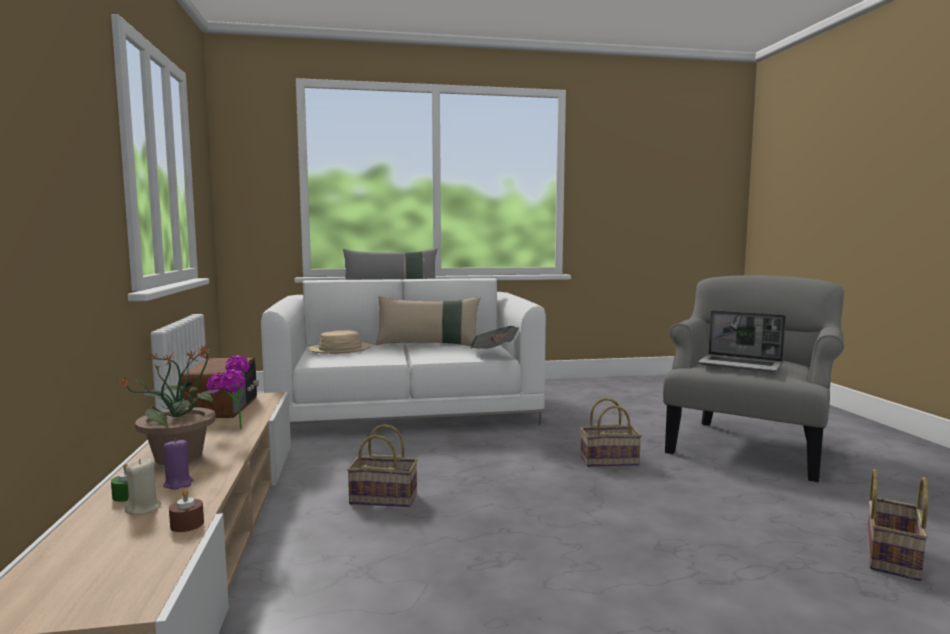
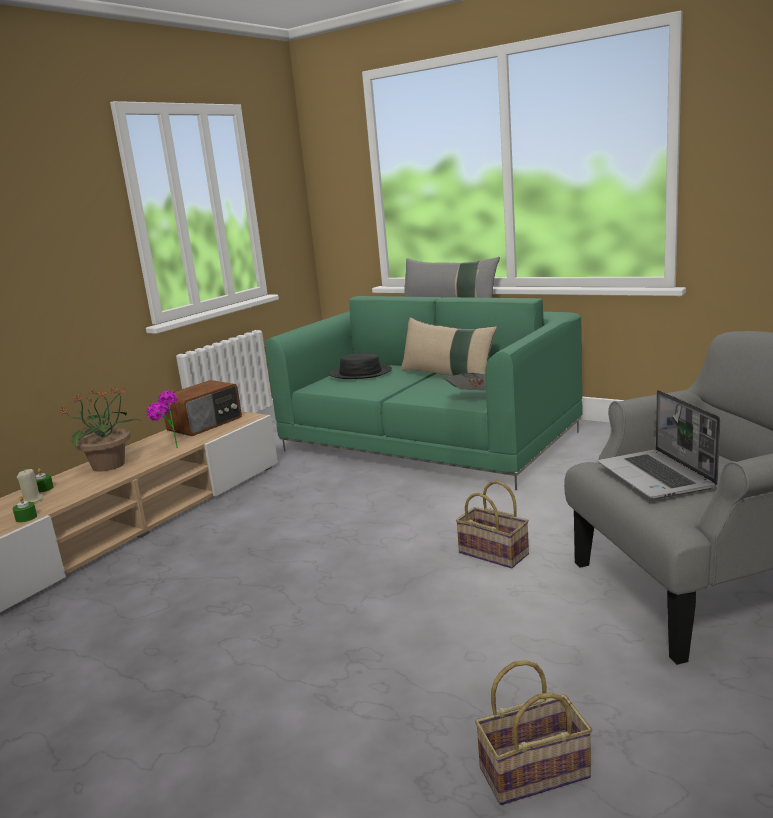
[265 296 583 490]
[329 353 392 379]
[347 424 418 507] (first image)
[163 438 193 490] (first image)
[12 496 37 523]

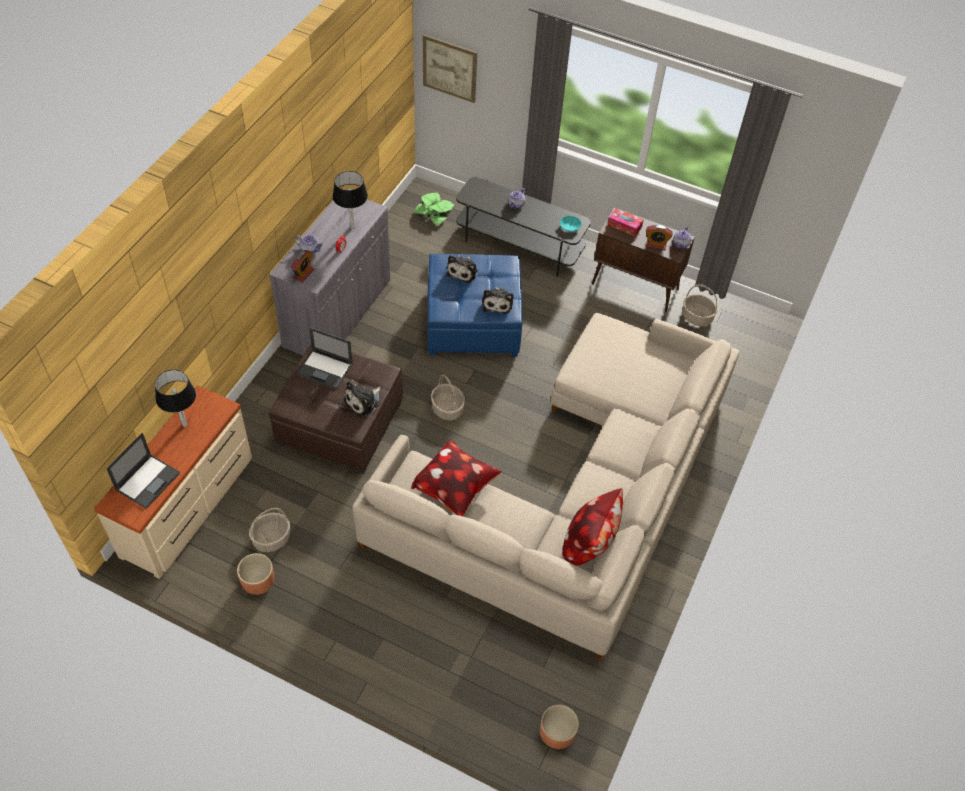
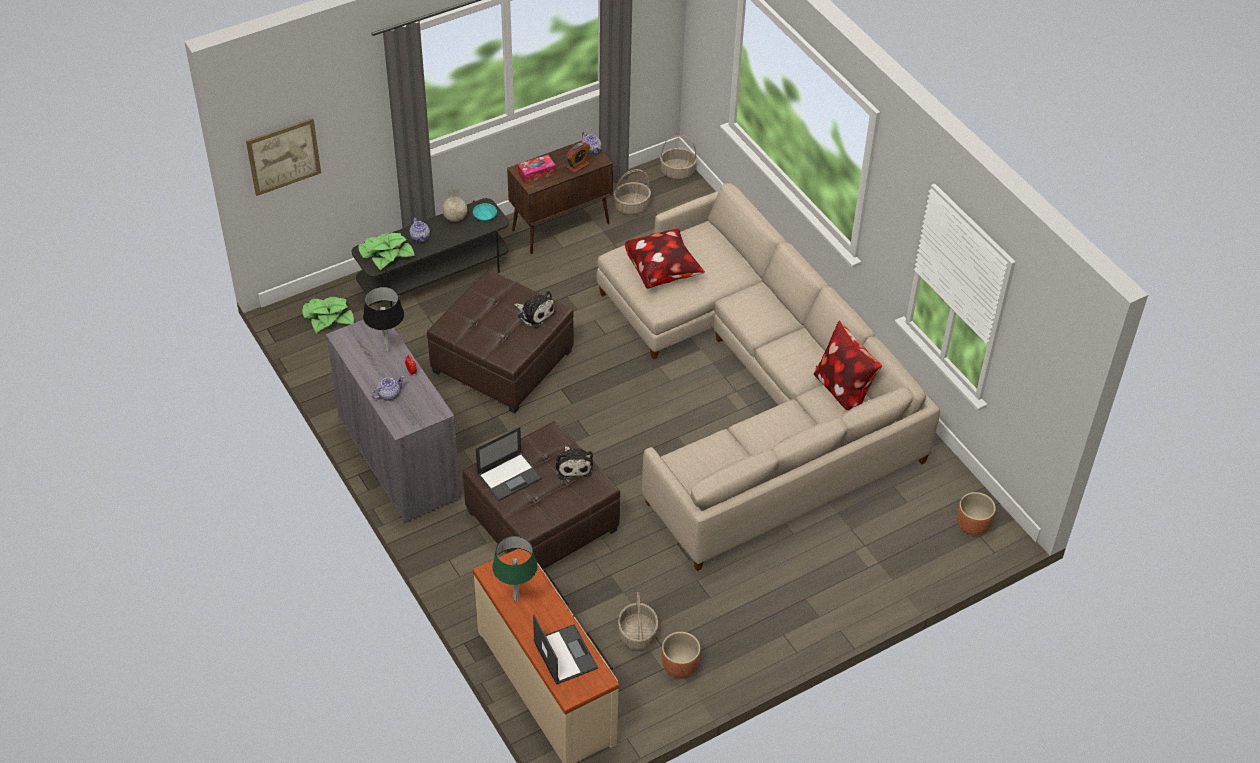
[291 250 314 283] (first image)
[427 270 574 414]
[446 255 478 283] (first image)
[492 536 538 601]
[660 135 697 180]
[625 228 705 289]
[442 189 467 222]
[359 233 415 270]

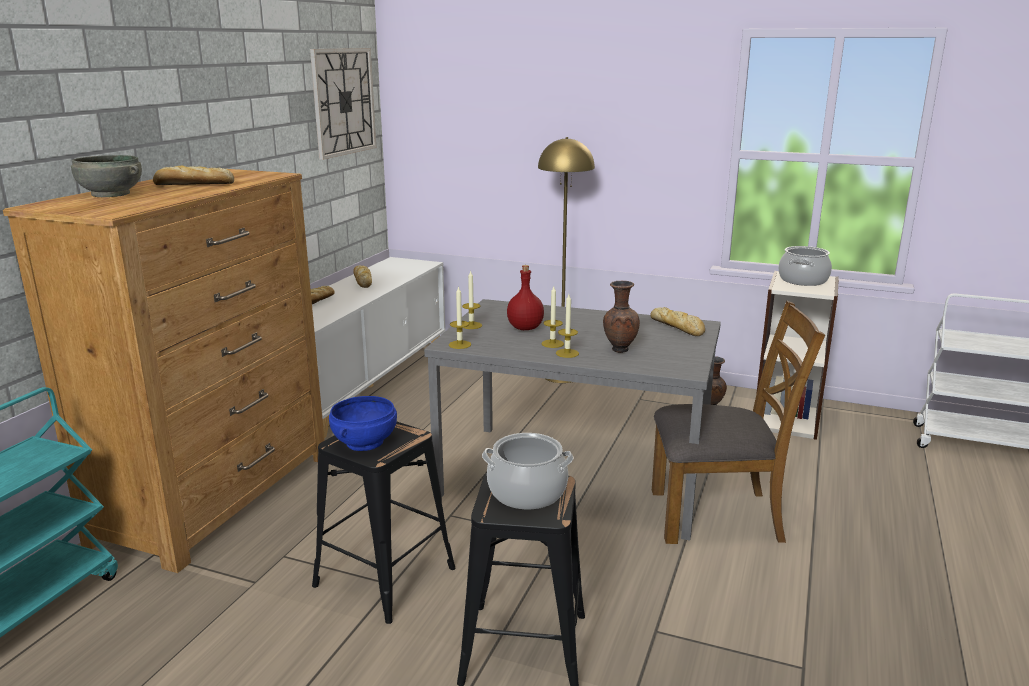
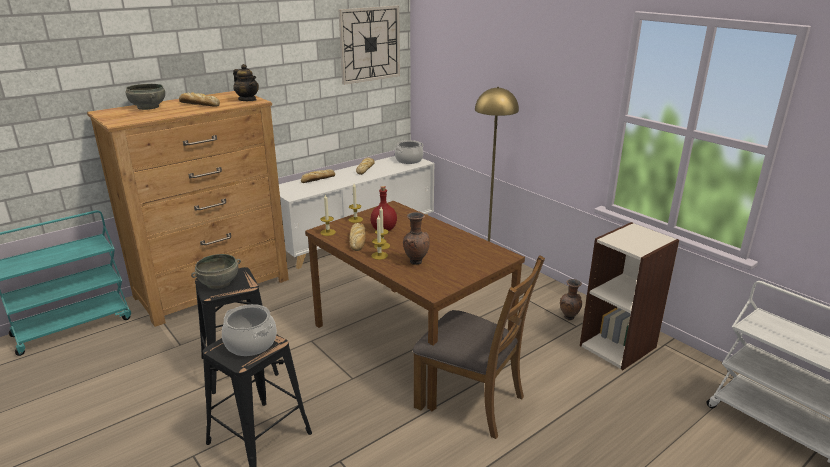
[394 140 424 164]
[305 201 525 411]
[349 223 366 251]
[191 254 241 289]
[233 64 259 101]

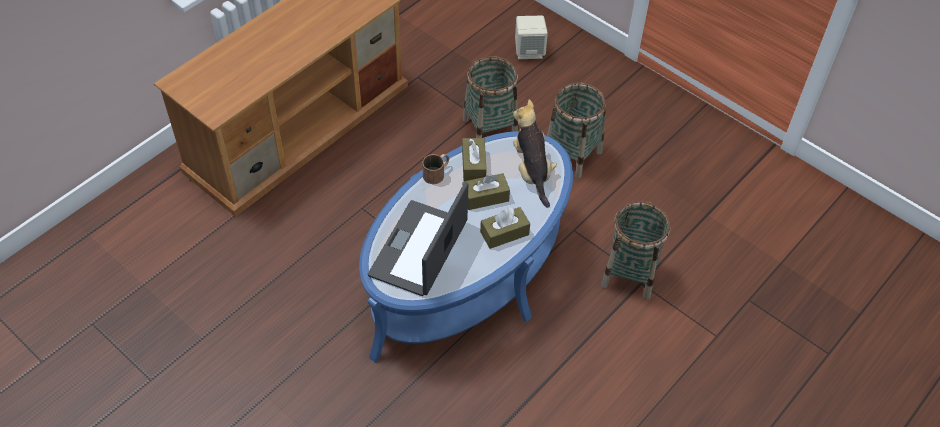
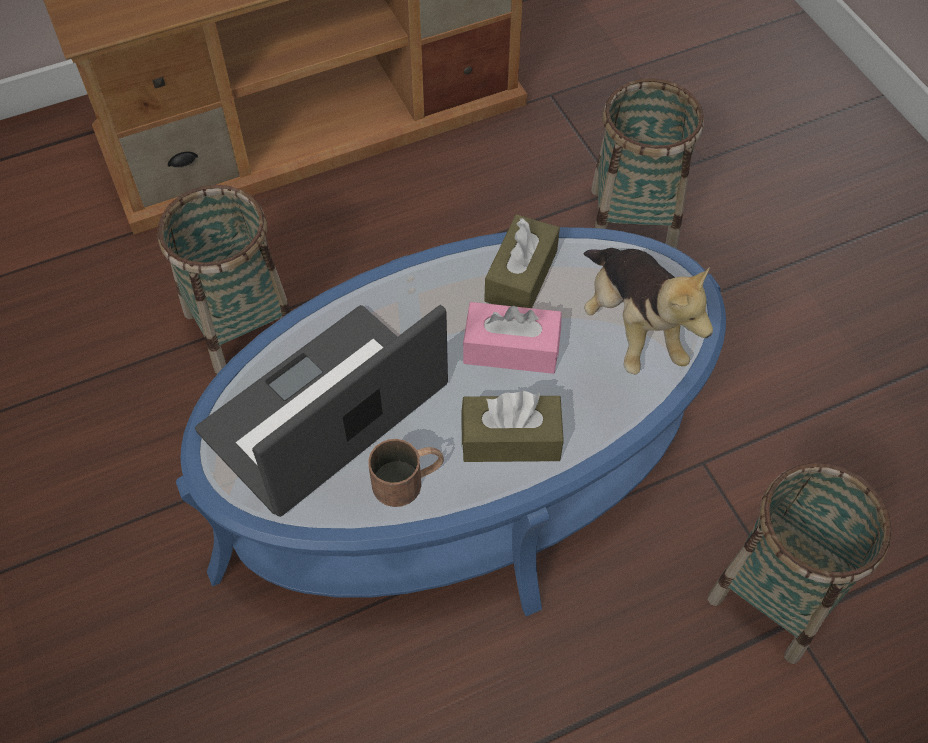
[515 16 548 59] (first image)
[158 185 291 374]
[584 248 713 374]
[368 439 444 507]
[463 302 562 374]

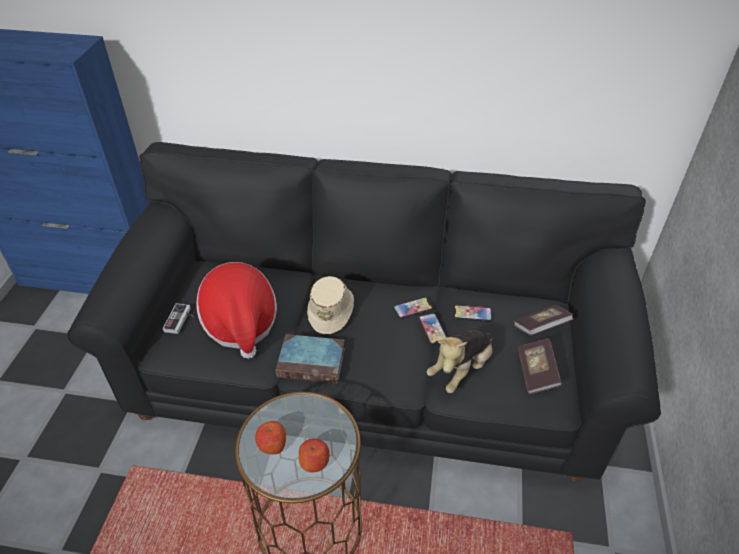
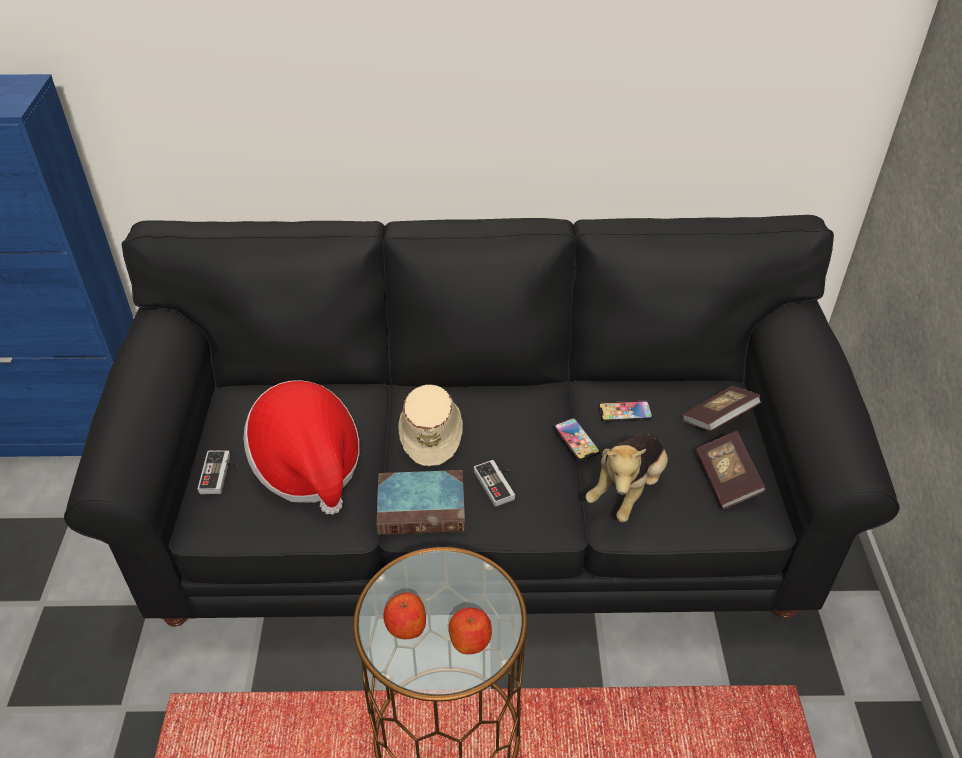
[393 297 432 319] (first image)
[474 460 515 507]

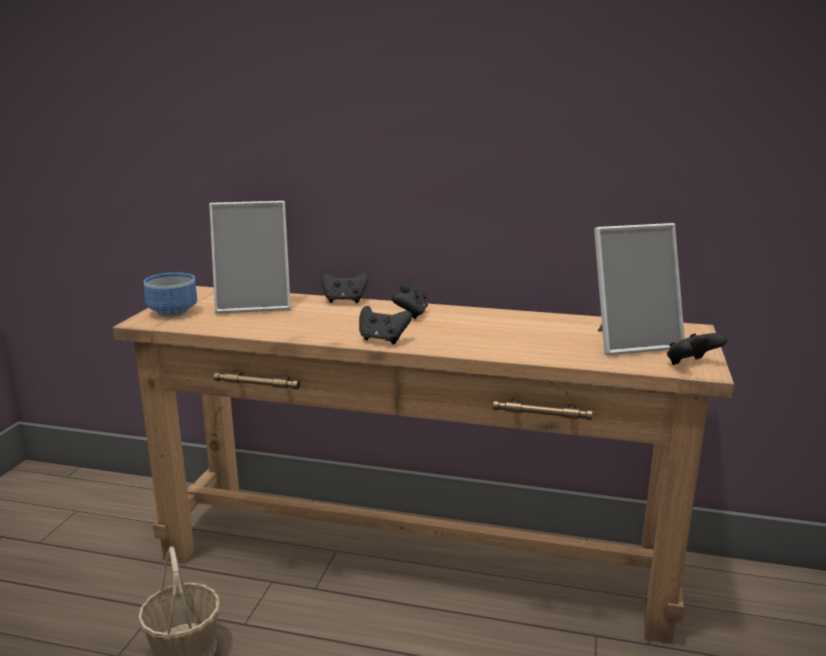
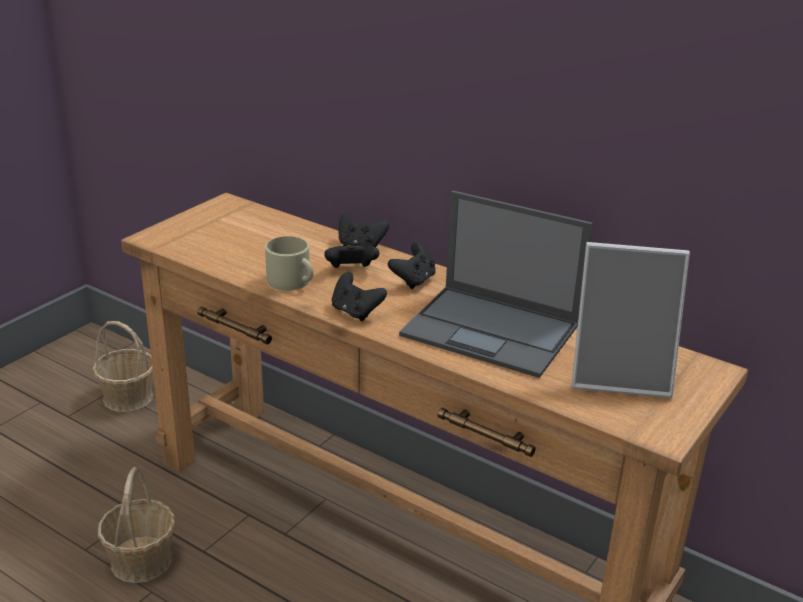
[209 201 291 314] (first image)
[144 273 197 317] (first image)
[324 243 379 268]
[399 191 592 378]
[265 236 314 291]
[92 321 153 412]

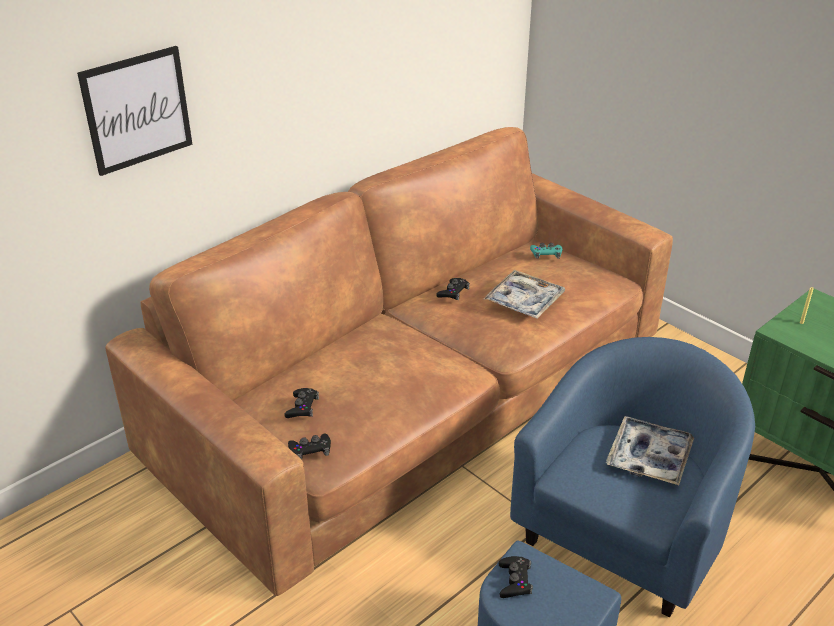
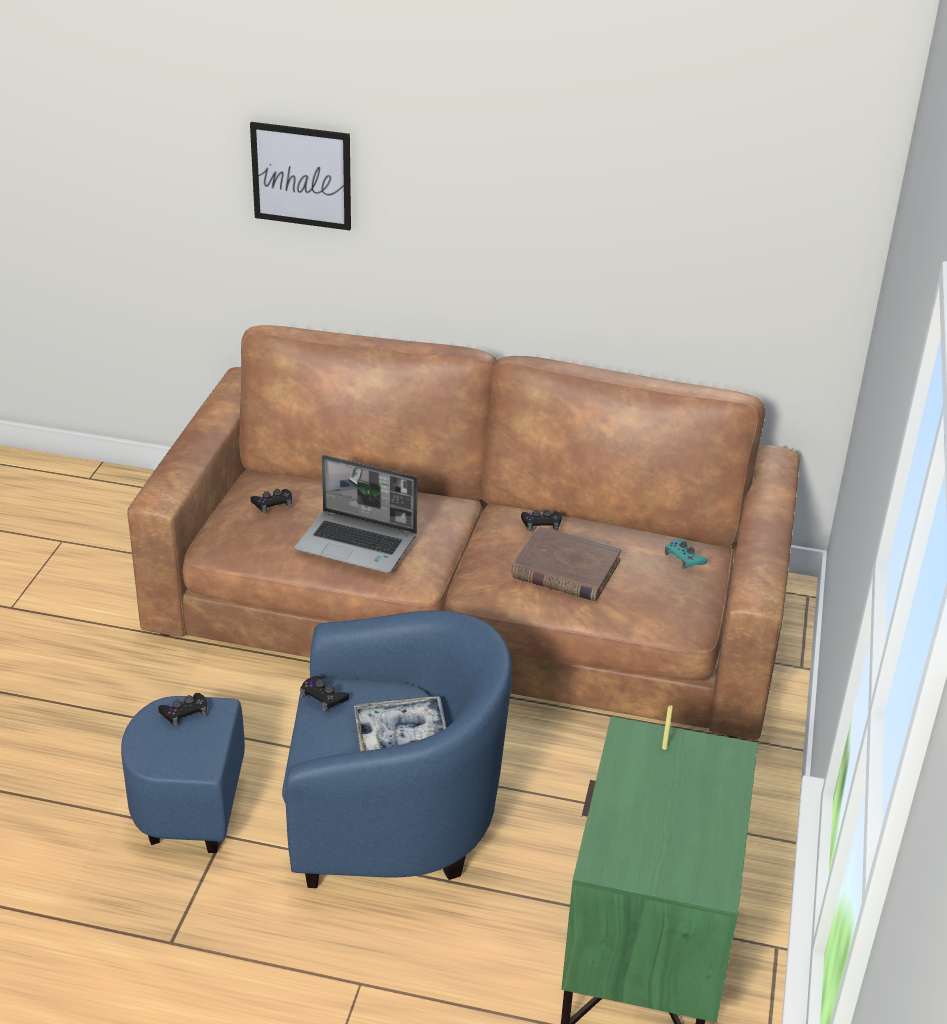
[511 526 621 601]
[300 676 349 711]
[295 455 418 573]

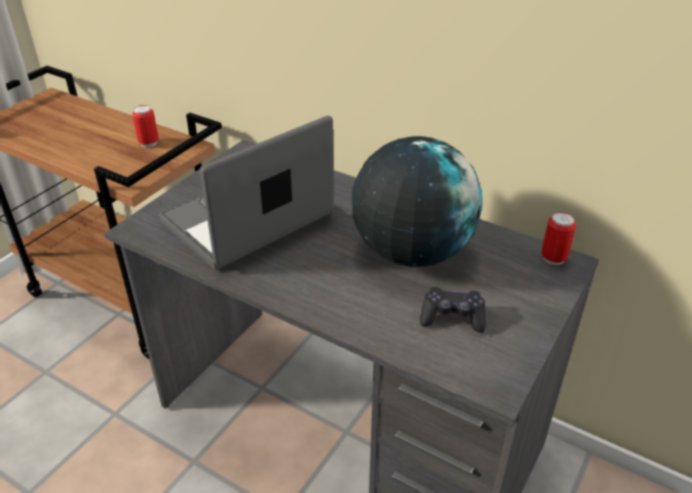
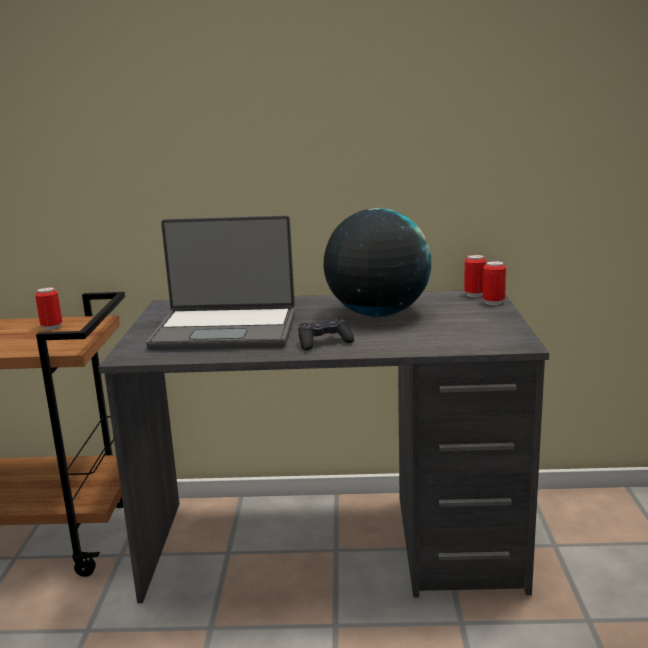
[146 215 295 350]
[298 318 354 351]
[483 261 506 305]

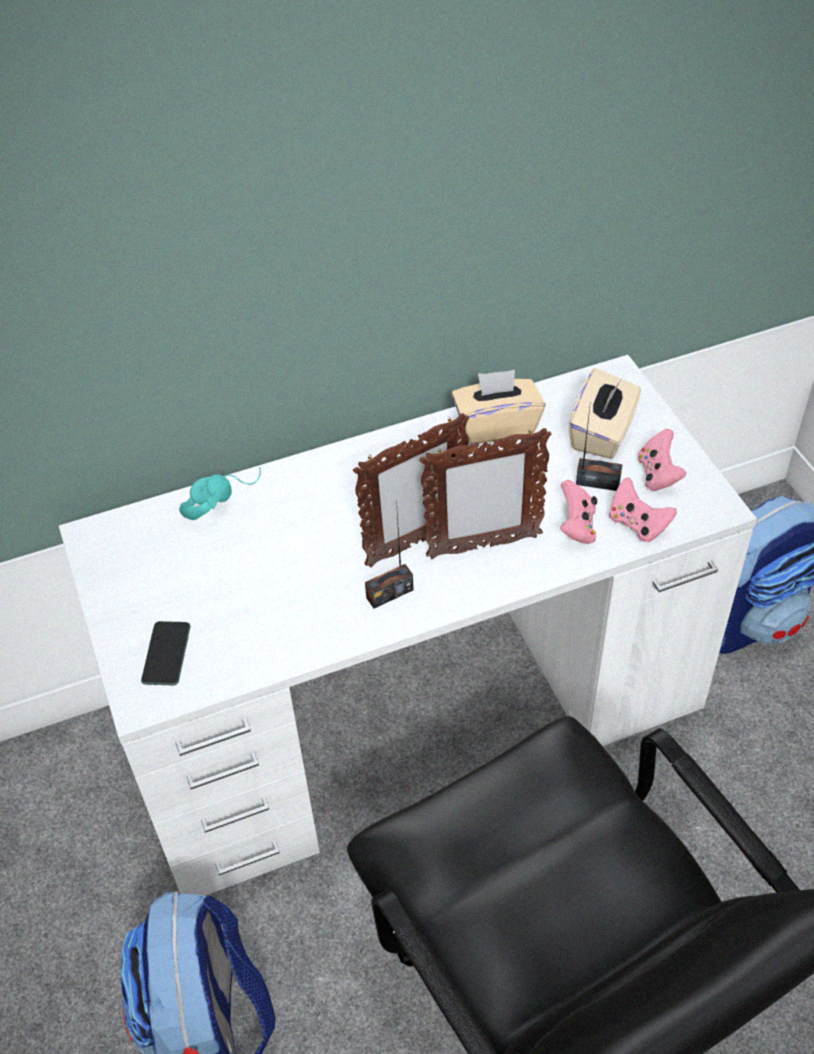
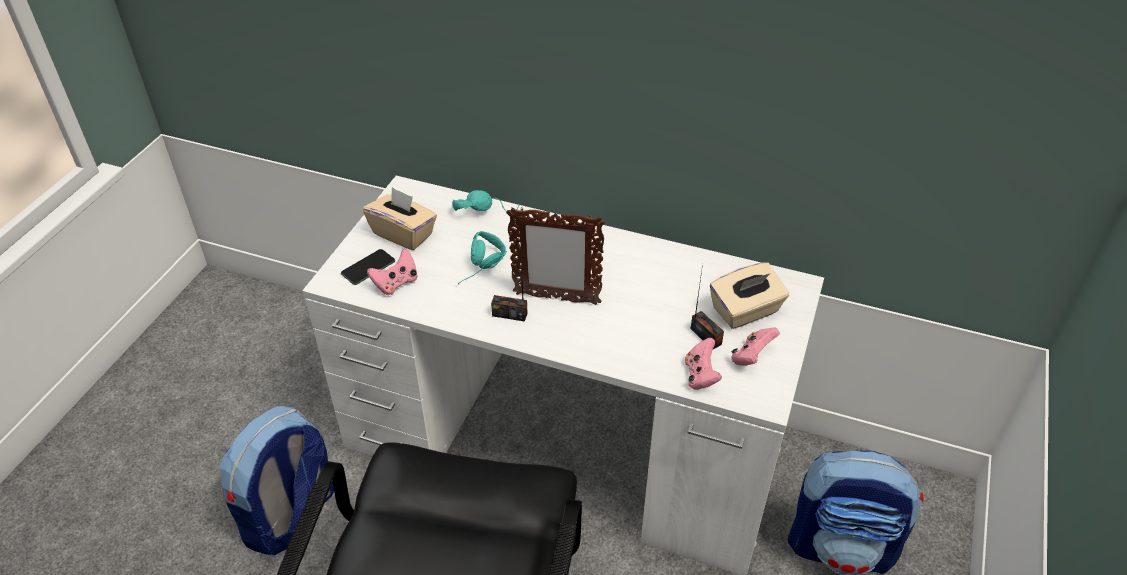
[363 187 437 250]
[420 428 551 559] (first image)
[367 249 418 295]
[458 231 507 284]

